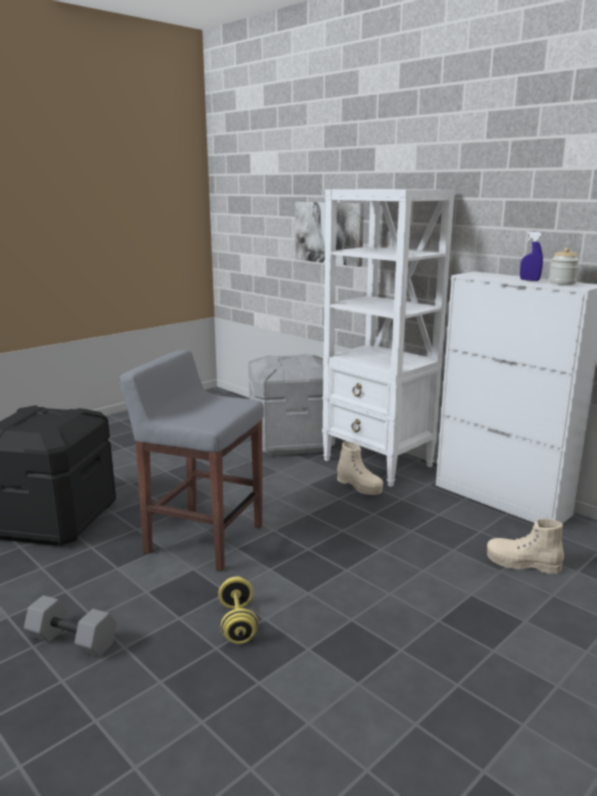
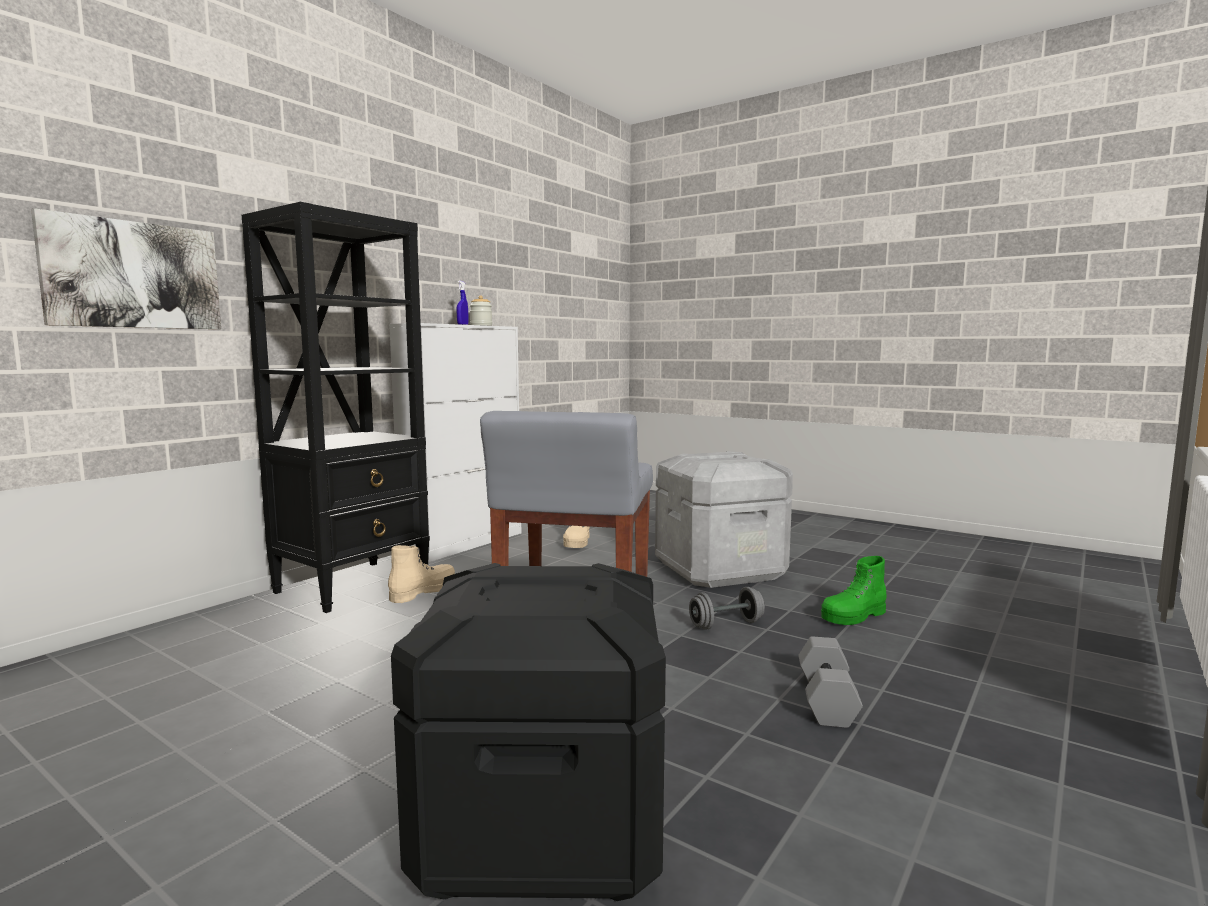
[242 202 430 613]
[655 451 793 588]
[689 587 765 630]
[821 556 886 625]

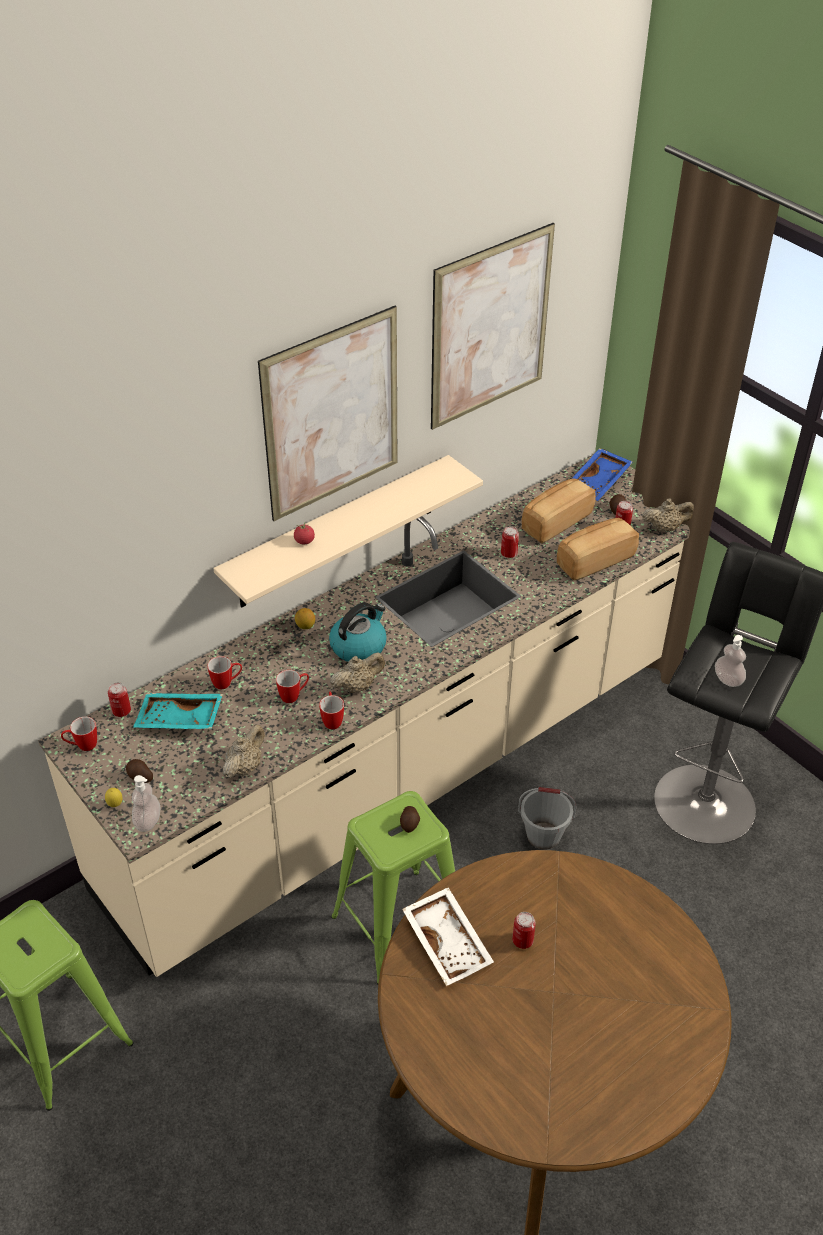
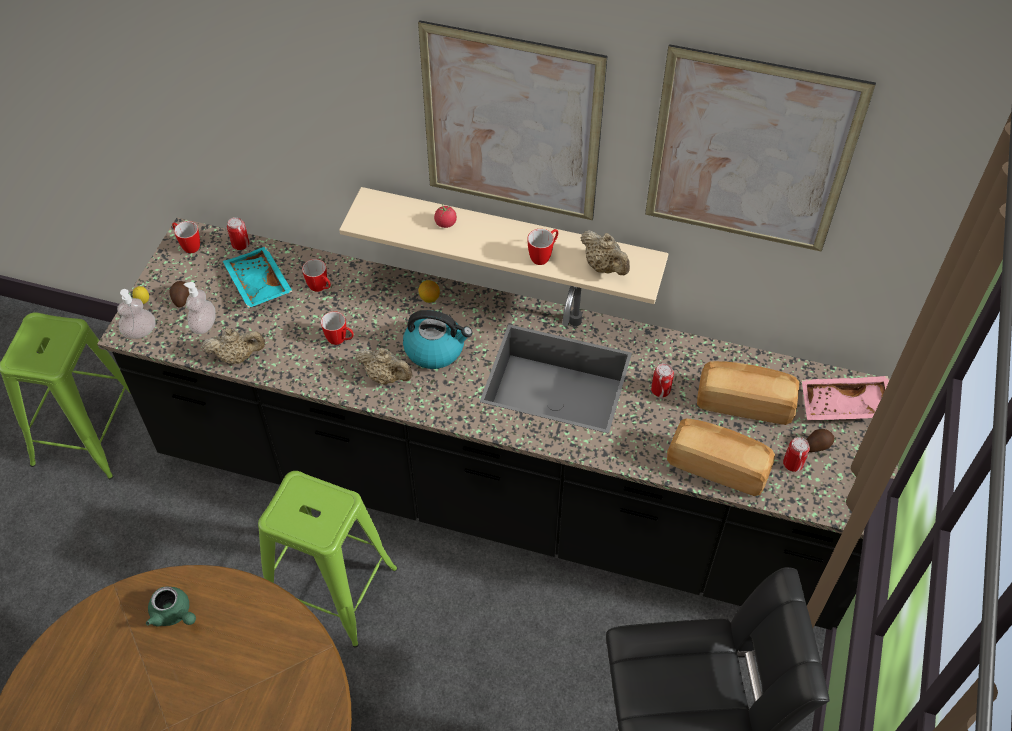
[802 376 889 420]
[97 218 899 630]
[581 230 630 275]
[184 282 216 334]
[527 229 558 265]
[518 787 577 850] (first image)
[400 806 420 833] (first image)
[146 586 196 627]
[512 912 536 949] (first image)

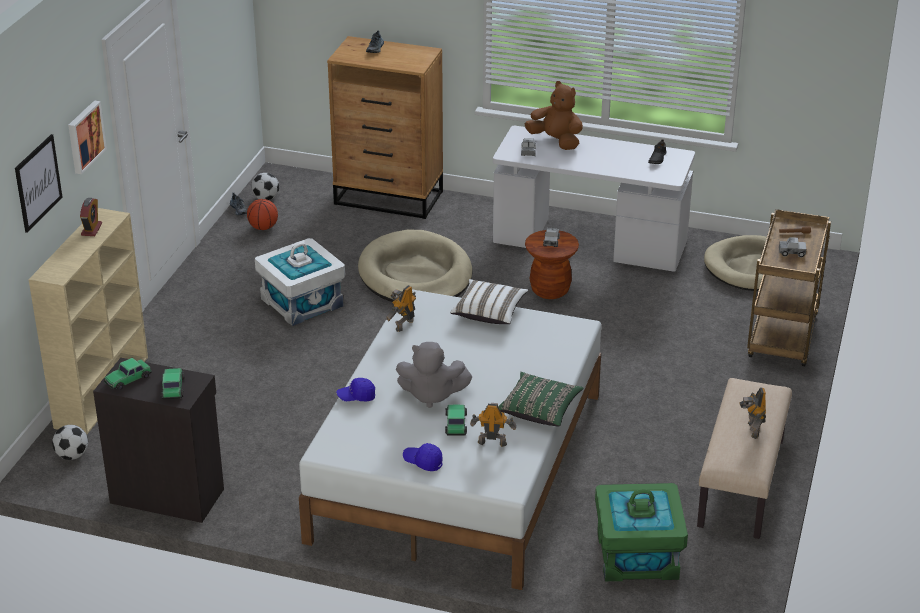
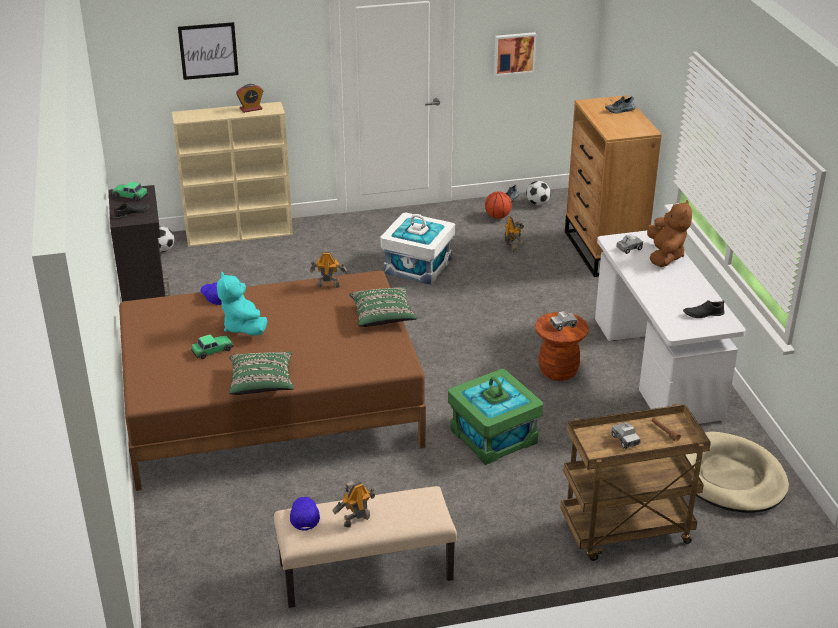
[494 32 537 76]
[358 230 473 302] (first image)
[349 287 417 327]
[119 270 426 491]
[217 272 267 335]
[113 202 150 219]
[504 216 525 253]
[290 497 320 531]
[448 369 543 465]

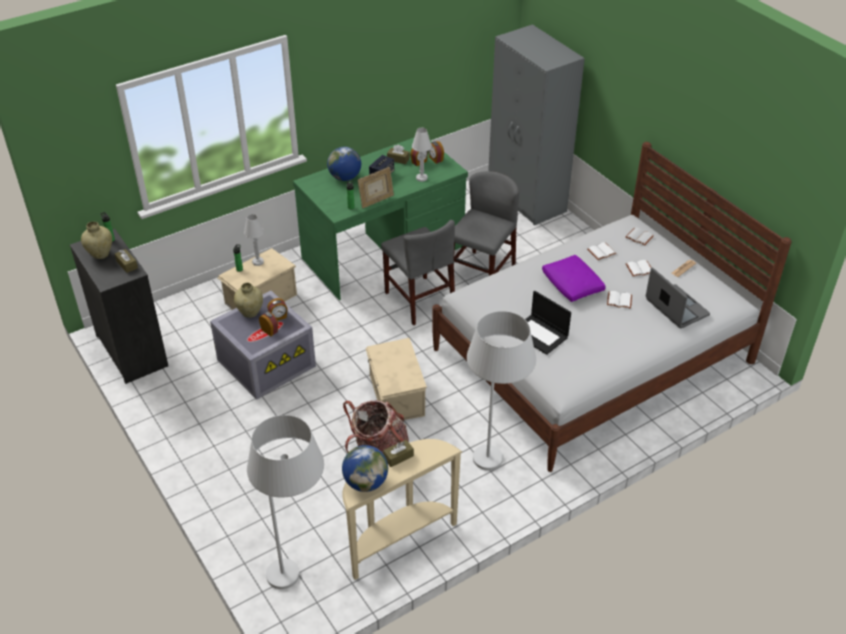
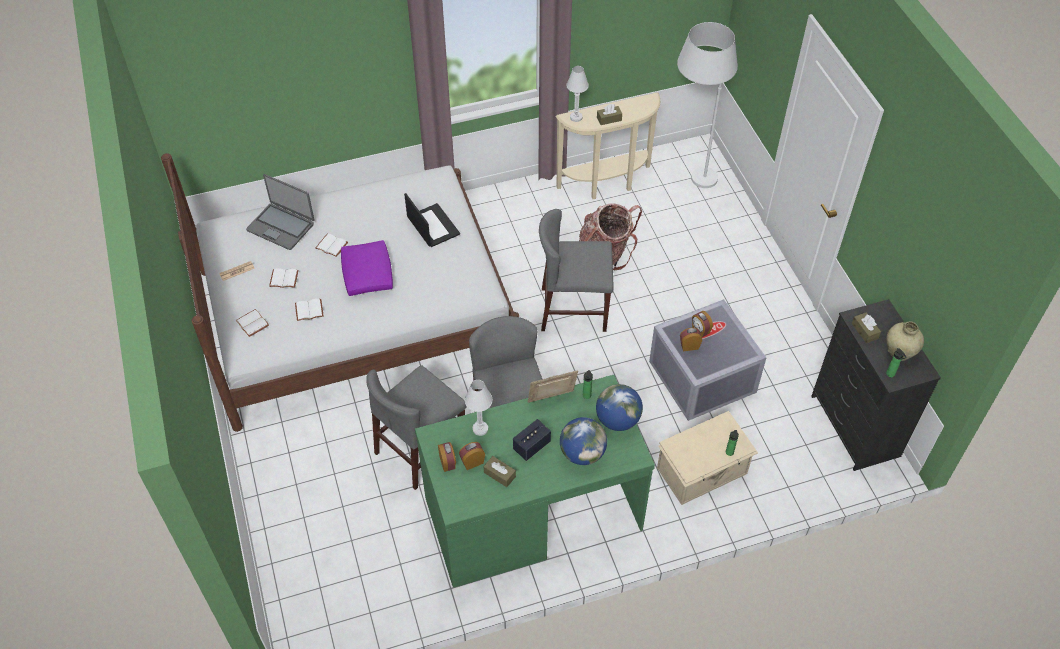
[488 24 585 225] (first image)
[566 66 589 122]
[246 174 314 250]
[234 282 263 318] (first image)
[467 311 536 470] (first image)
[539 209 614 332]
[596 384 643 431]

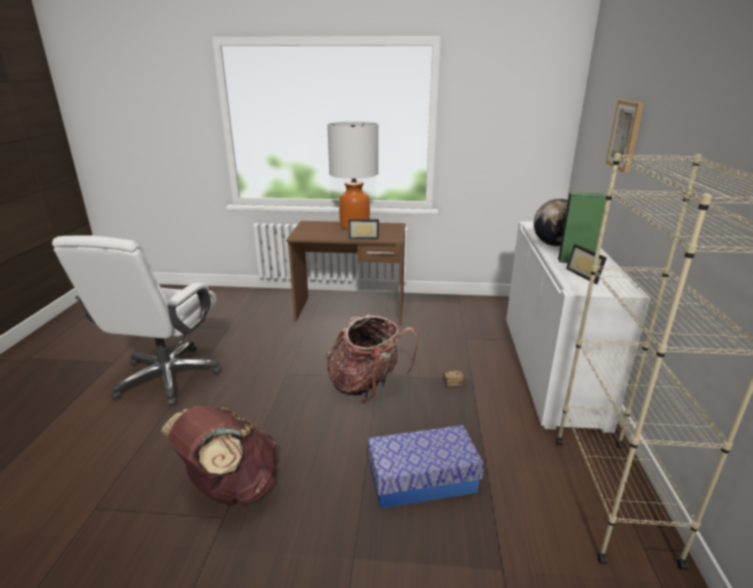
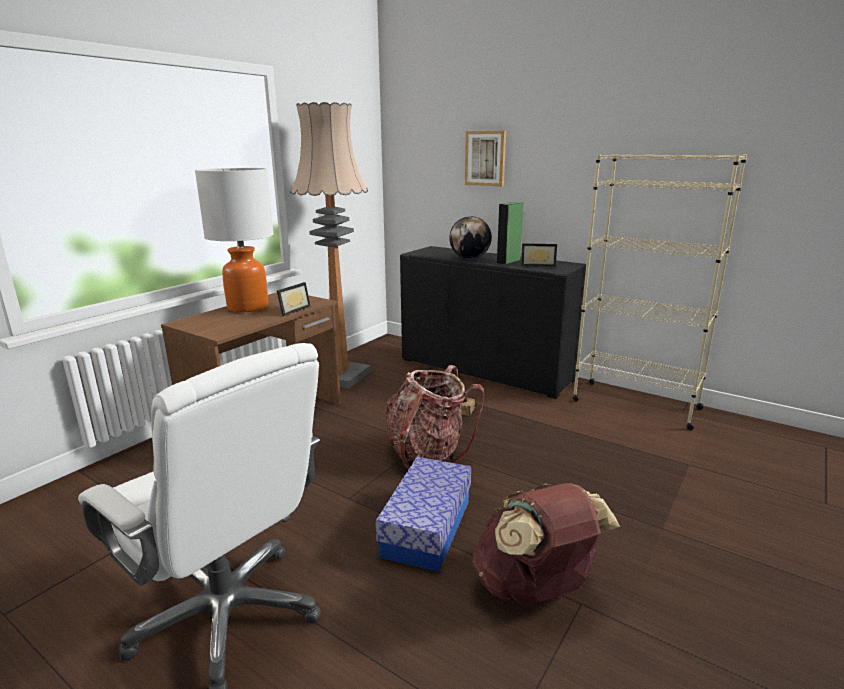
[400 246 586 399]
[375 457 471 572]
[290 102 371 389]

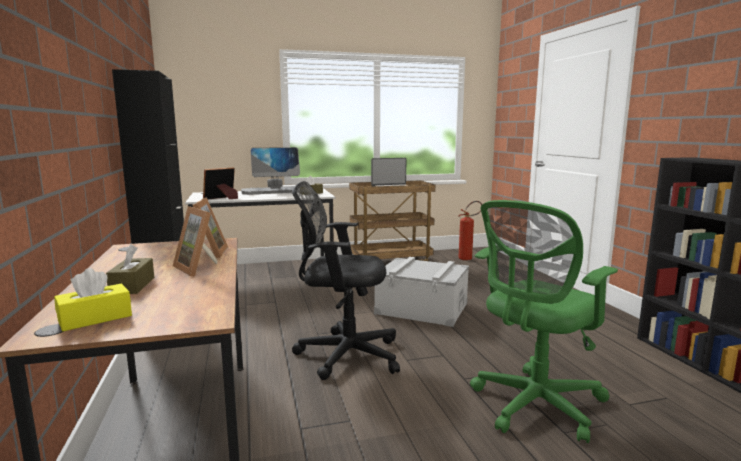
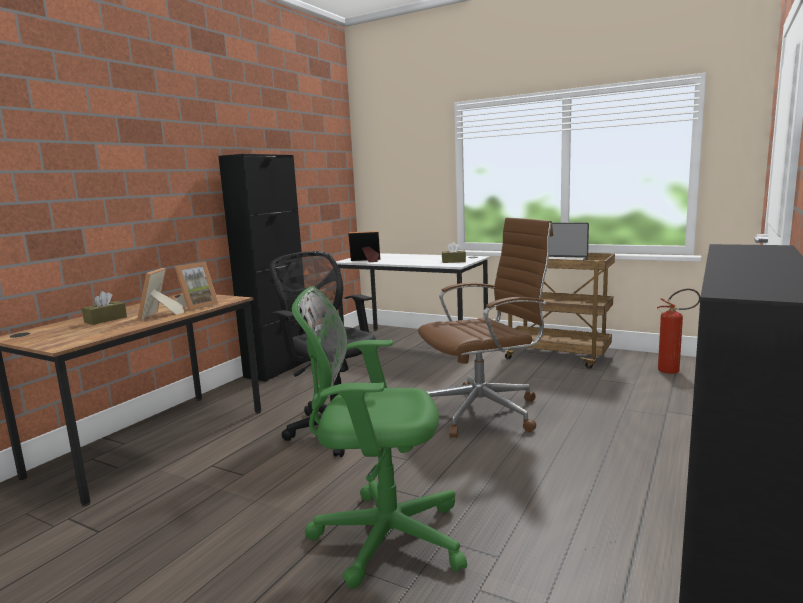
[241 147 300 195] (first image)
[418 218 553 438]
[54 268 132 331] (first image)

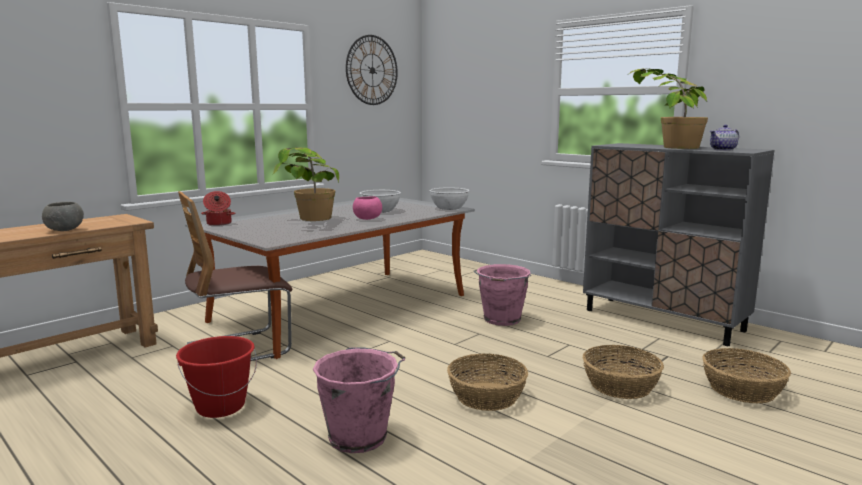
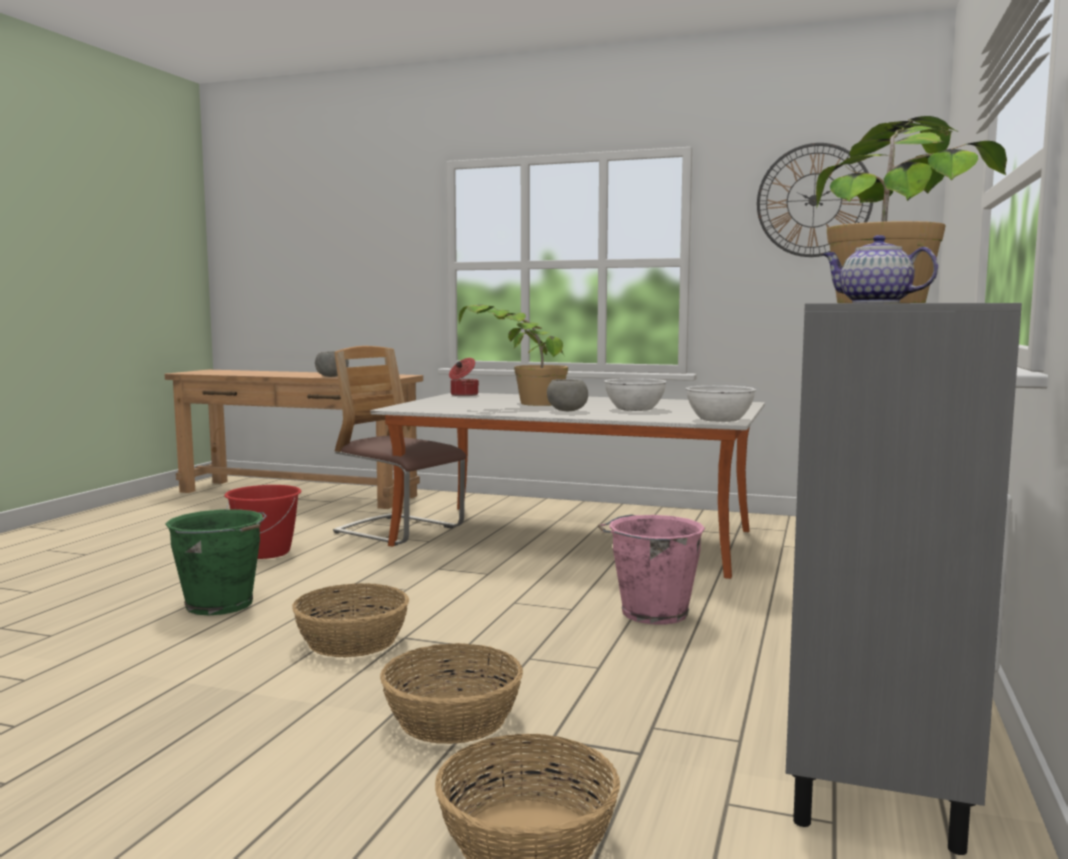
[547 379 588 411]
[165 509 266 615]

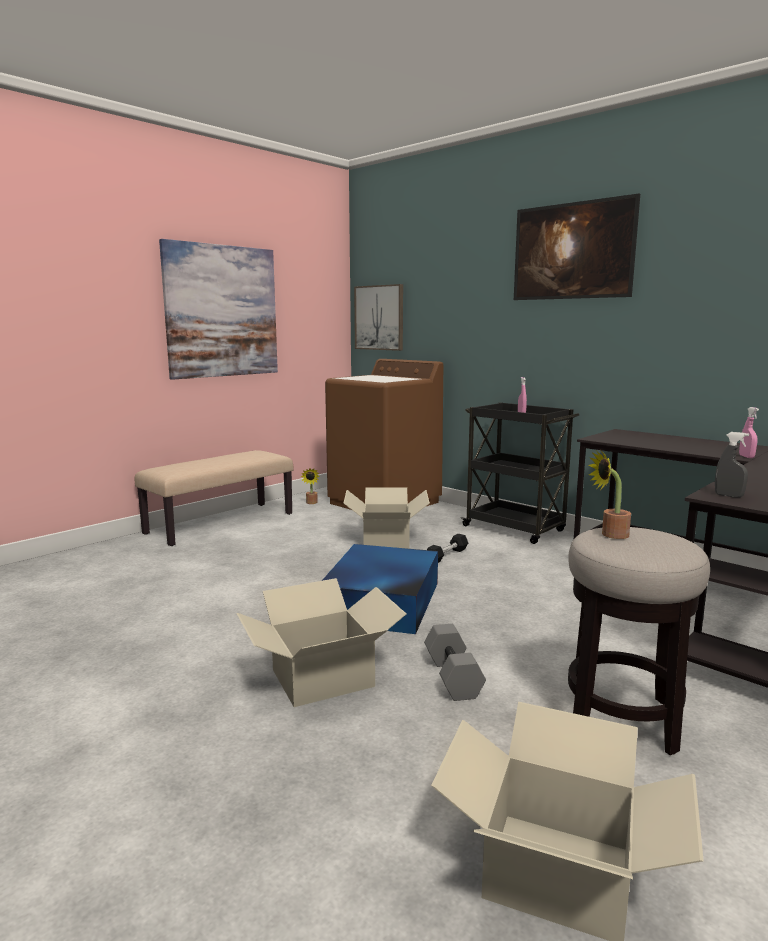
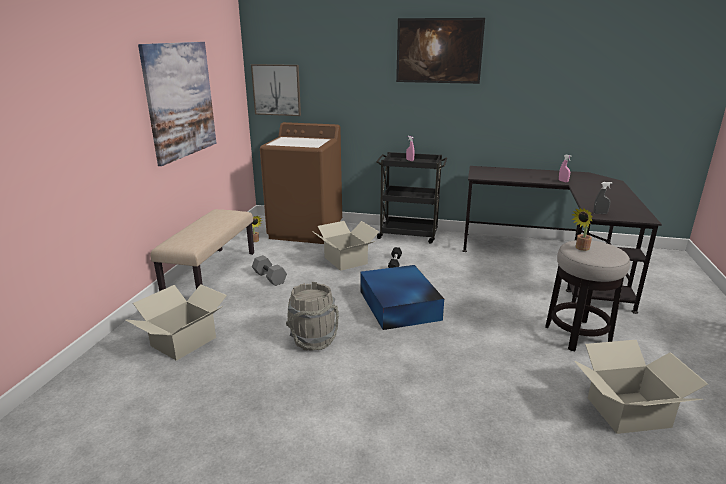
[125 284 227 361]
[252 255 287 286]
[286 282 339 351]

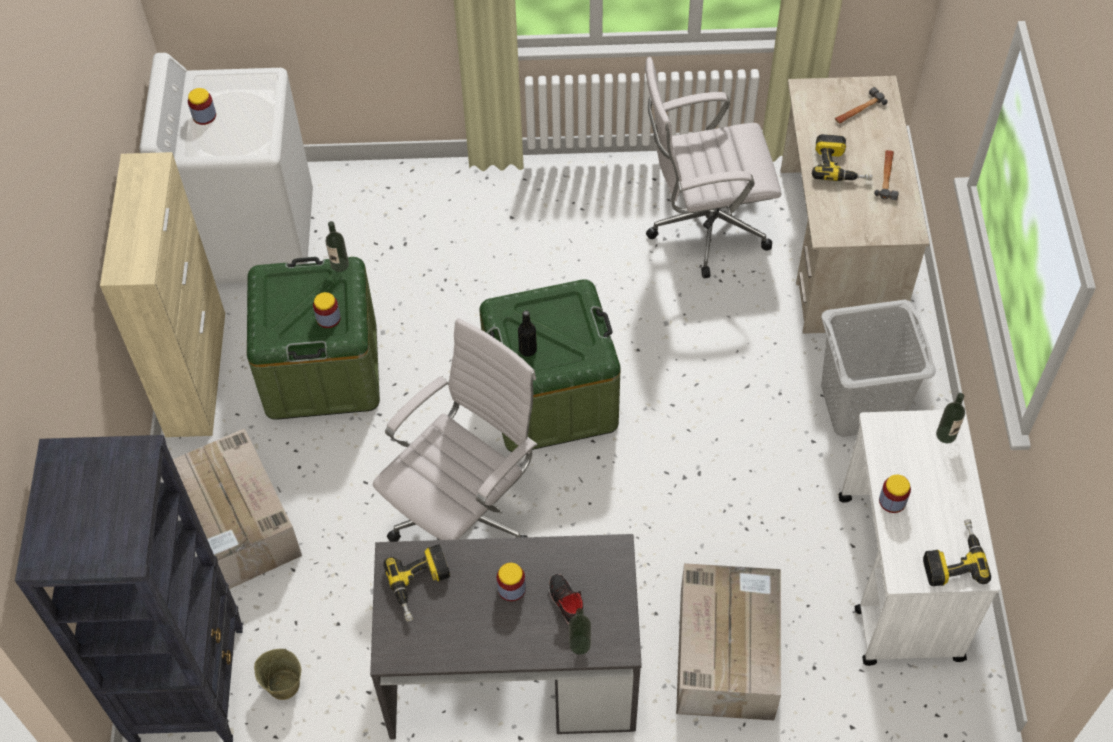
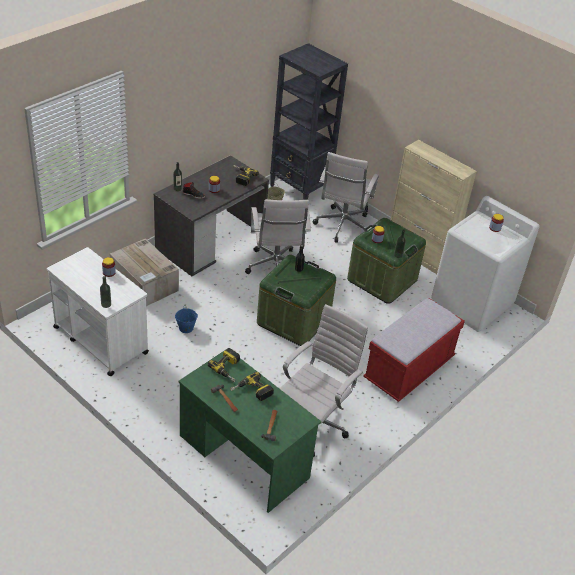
[178 351 321 513]
[821 300 936 437] (first image)
[313 152 379 243]
[208 348 240 382]
[363 298 465 402]
[175 305 198 333]

